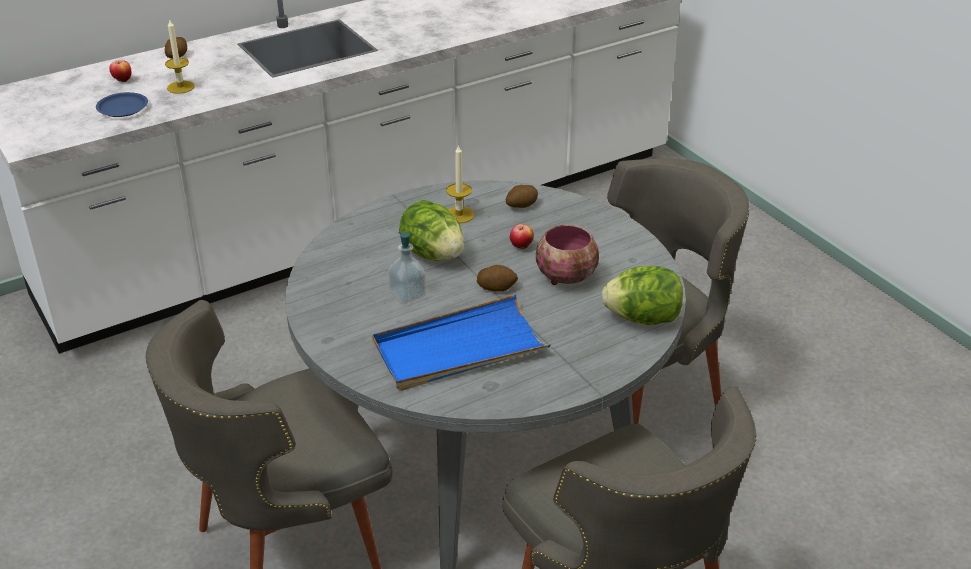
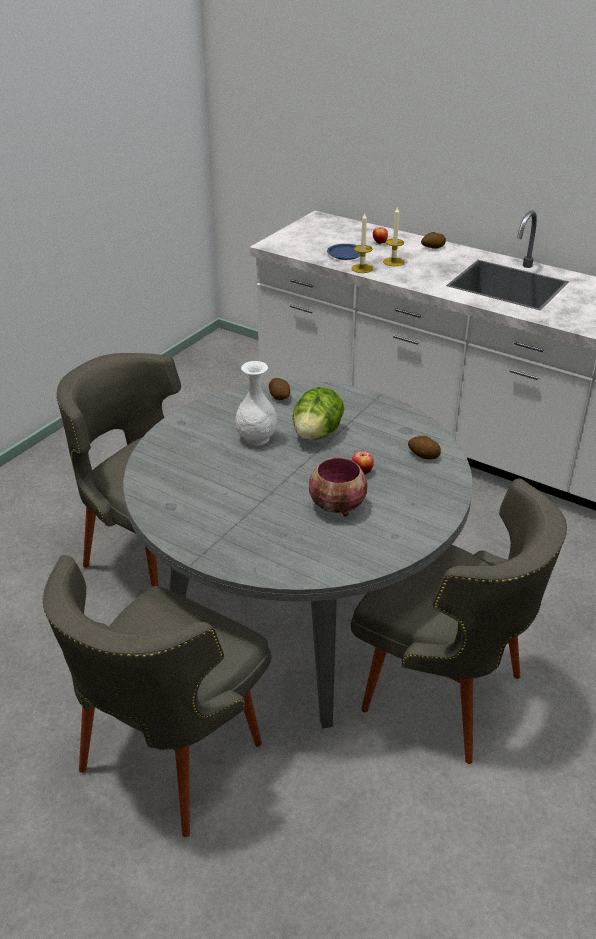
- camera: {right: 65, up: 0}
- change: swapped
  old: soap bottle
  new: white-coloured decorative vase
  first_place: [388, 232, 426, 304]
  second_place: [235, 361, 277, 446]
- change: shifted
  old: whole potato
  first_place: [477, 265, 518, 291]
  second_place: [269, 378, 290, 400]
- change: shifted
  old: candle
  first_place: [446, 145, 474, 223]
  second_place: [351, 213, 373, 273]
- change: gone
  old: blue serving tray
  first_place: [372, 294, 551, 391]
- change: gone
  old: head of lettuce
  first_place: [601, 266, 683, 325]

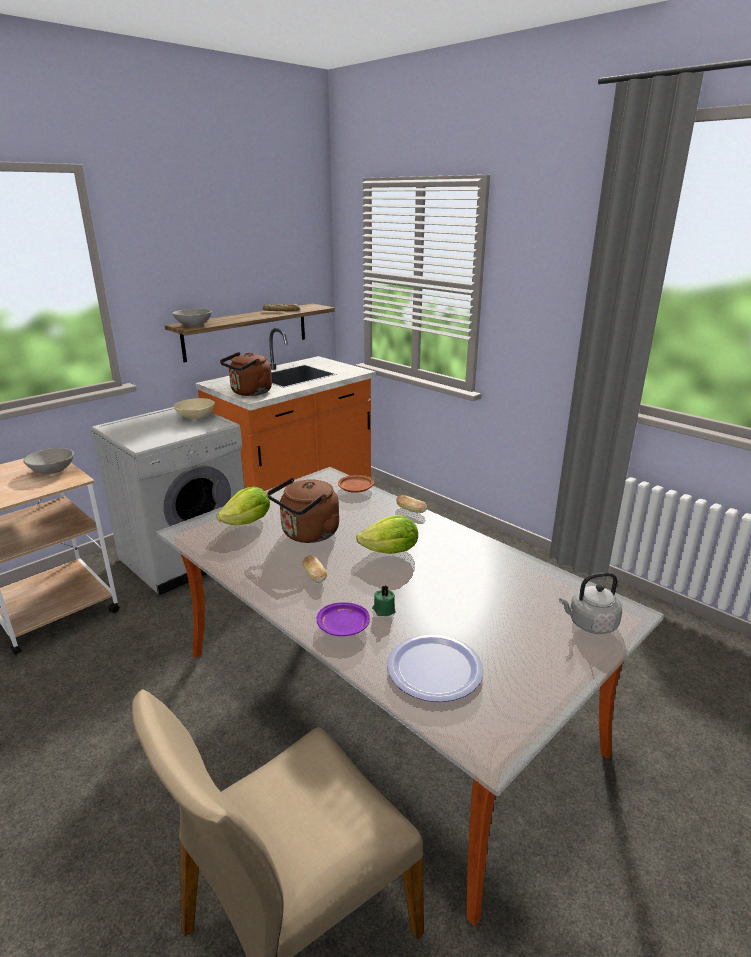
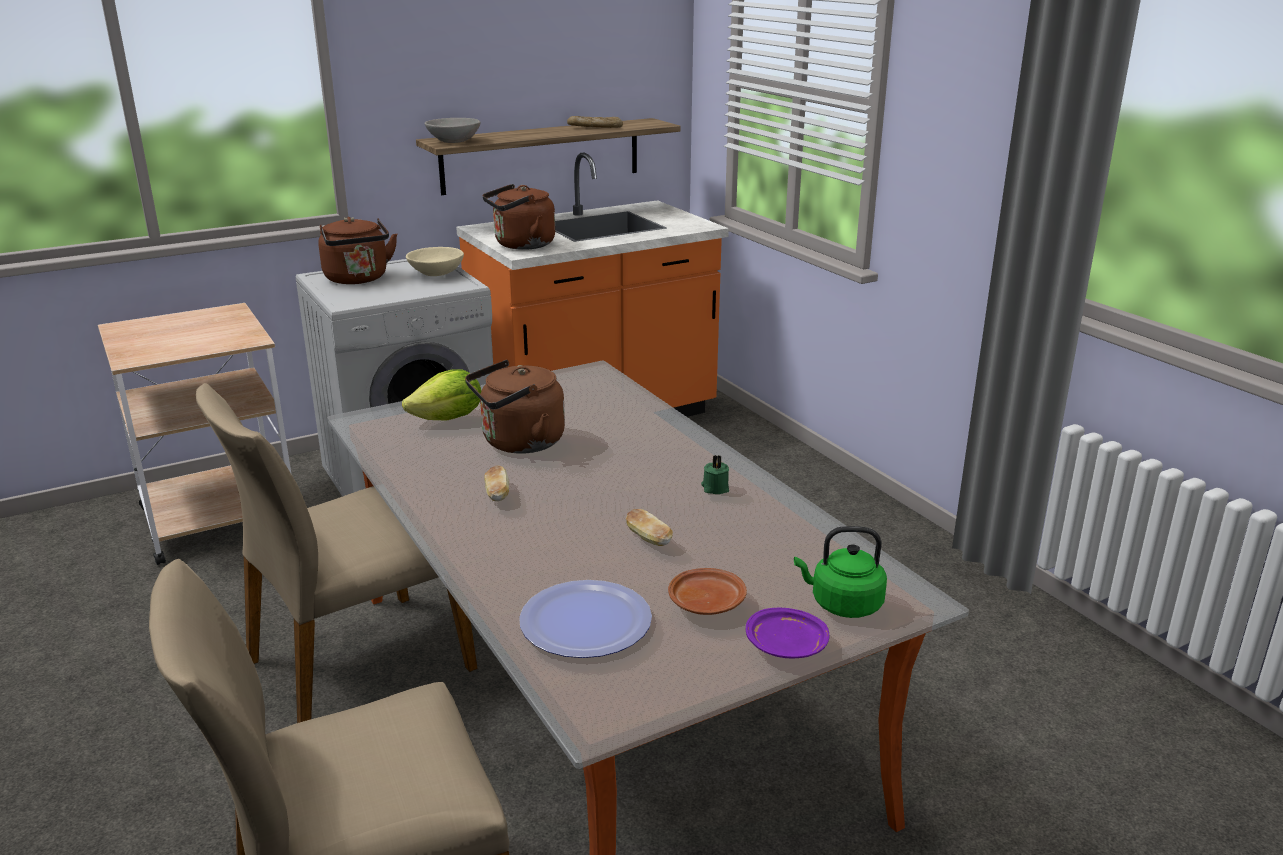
- camera: {right: 15, up: 0}
- change: new
  new: sand-coloured upright chair
  second_place: [196, 383, 478, 723]
- change: new
  new: brownish kettle
  second_place: [318, 217, 397, 284]
- change: shifted
  old: bakery bread
  first_place: [396, 495, 427, 513]
  second_place: [626, 509, 673, 546]
- change: shifted
  old: brownish dinner plate
  first_place: [338, 475, 374, 493]
  second_place: [668, 568, 747, 615]
- change: shifted
  old: green-coloured candle
  first_place: [372, 586, 396, 616]
  second_place: [701, 455, 729, 494]
- change: shifted
  old: purplish dinner plate
  first_place: [317, 602, 370, 636]
  second_place: [746, 608, 829, 658]
- change: repainted
  old: grey kettle
  new: green-coloured kettle
  first_place: [559, 572, 622, 634]
  second_place: [794, 526, 887, 618]
- change: gone
  old: grey deep dish
  first_place: [23, 448, 74, 474]
- change: gone
  old: head of lettuce
  first_place: [356, 515, 418, 554]

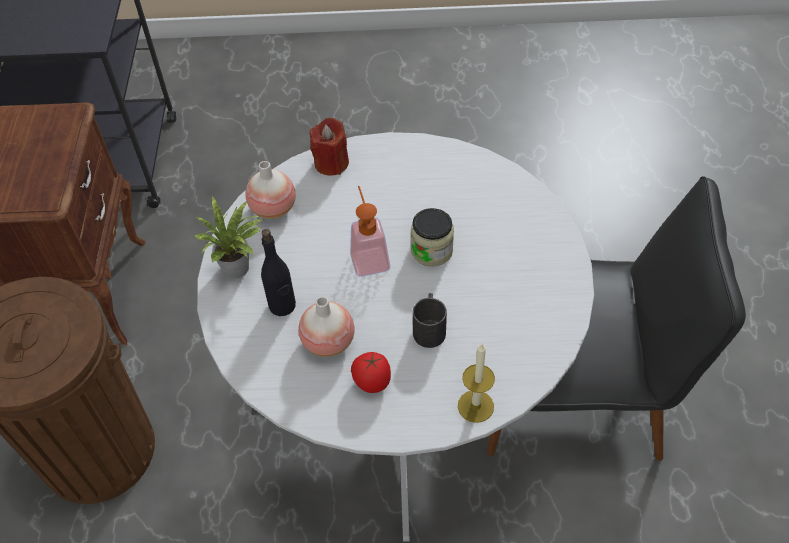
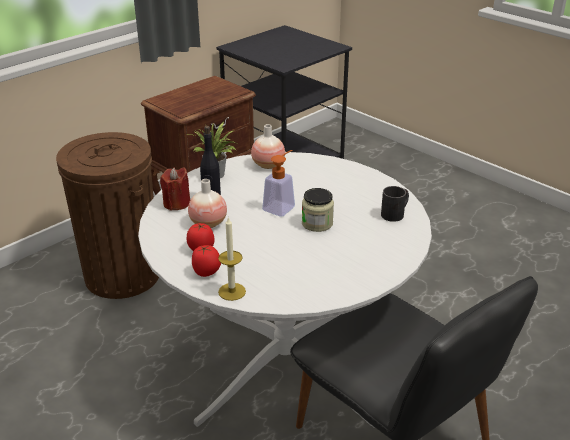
- camera: {right: 45, up: -20}
- change: shifted
  old: red-coloured candle
  first_place: [309, 118, 349, 175]
  second_place: [160, 167, 190, 211]
- change: new
  new: whole tomato
  second_place: [192, 245, 221, 277]
- change: shifted
  old: black-coloured tea mug
  first_place: [413, 293, 447, 348]
  second_place: [381, 186, 409, 222]

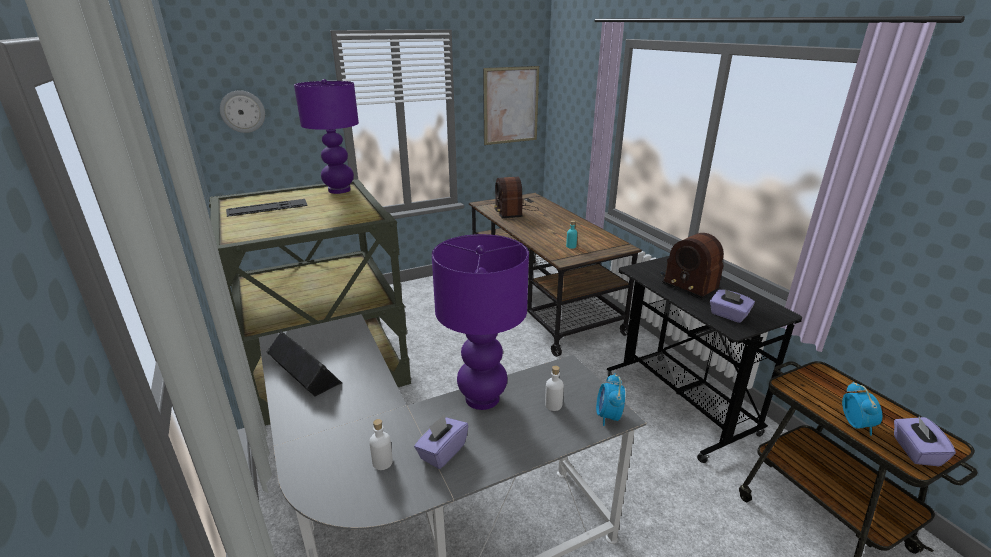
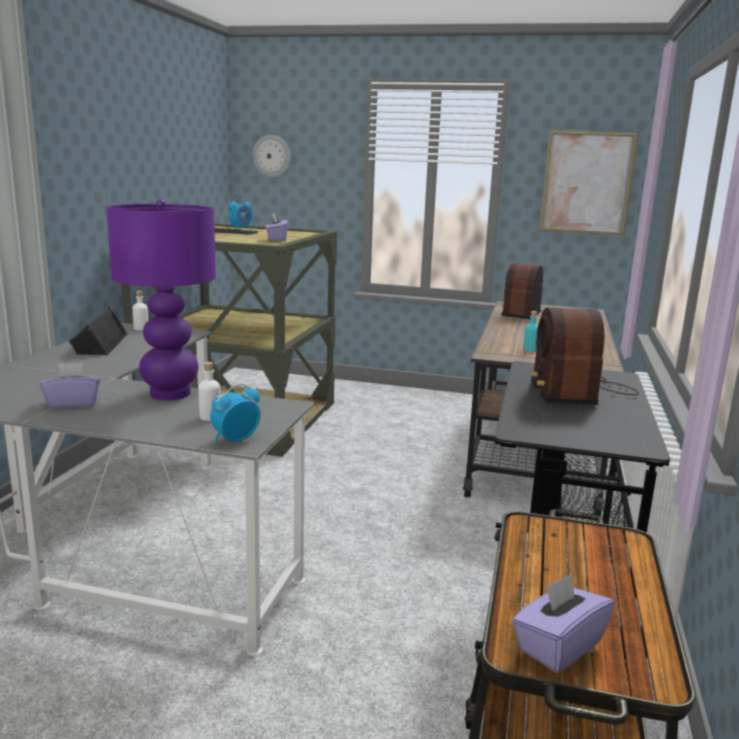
- camera: {right: 40, up: -10}
- change: shifted
  old: white-coloured bottle
  first_place: [369, 419, 393, 470]
  second_place: [133, 291, 148, 331]
- change: shifted
  old: alarm clock
  first_place: [842, 382, 882, 436]
  second_place: [228, 197, 253, 229]
- change: shifted
  old: purplish tissue holder
  first_place: [710, 289, 755, 323]
  second_place: [266, 214, 288, 241]
- change: gone
  old: purplish table lamp
  first_place: [294, 79, 359, 194]

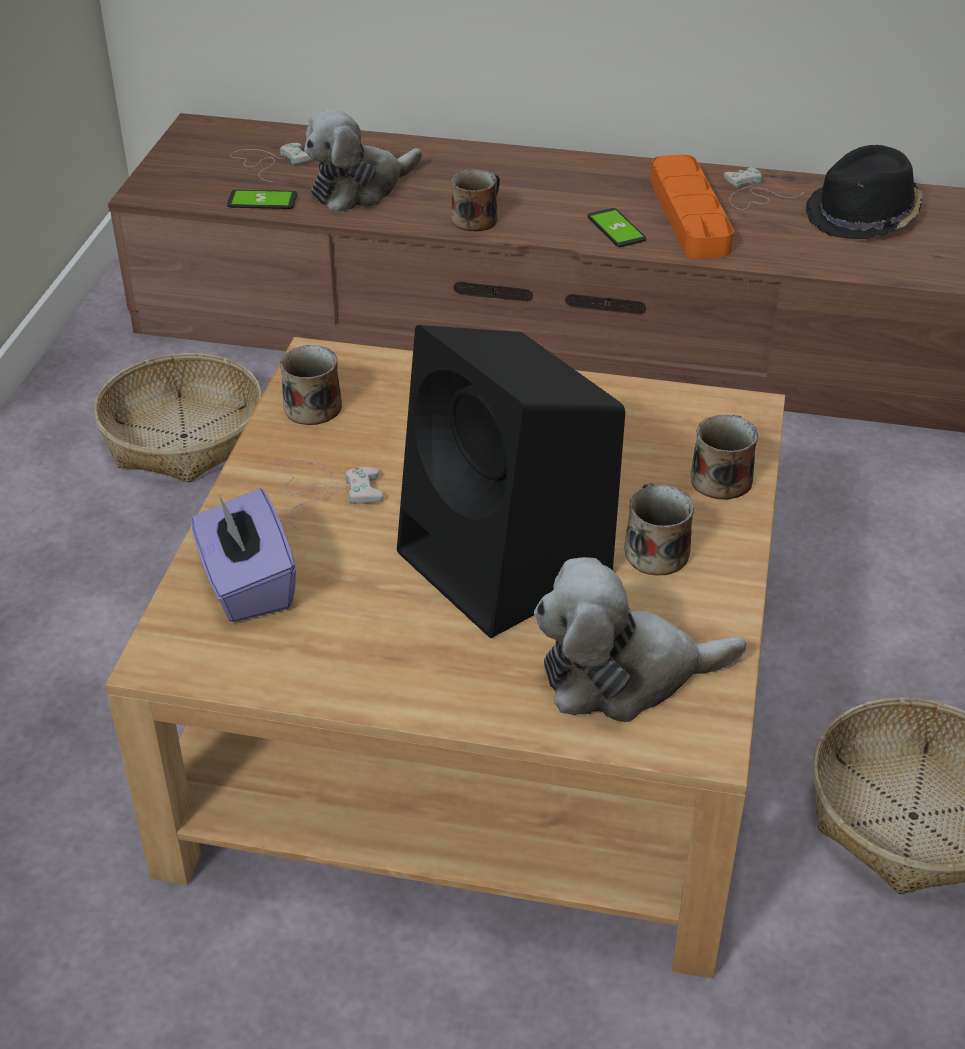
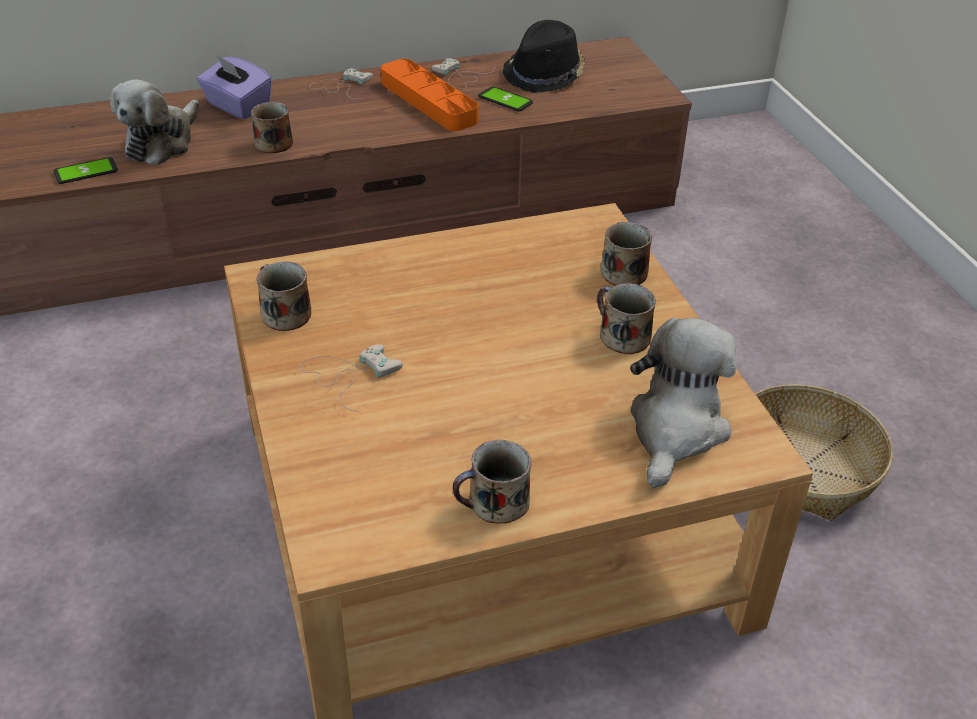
- camera: {right: -30, up: 0}
- change: shifted
  old: purplish tissue holder
  first_place: [191, 488, 296, 622]
  second_place: [197, 55, 272, 120]
- change: shifted
  old: white-coloured game controller
  first_place: [230, 143, 313, 182]
  second_place: [309, 68, 373, 99]
- change: new
  new: tea mug
  second_place: [453, 439, 532, 524]
- change: shifted
  old: telephone
  first_place: [587, 208, 646, 247]
  second_place: [478, 86, 533, 112]
- change: rotated
  old: soft toy
  first_place: [534, 557, 747, 722]
  second_place: [630, 318, 736, 488]
  degrees: 150
- change: gone
  old: household basket
  first_place: [94, 353, 262, 482]
- change: gone
  old: black-coloured loudspeaker
  first_place: [397, 325, 625, 638]

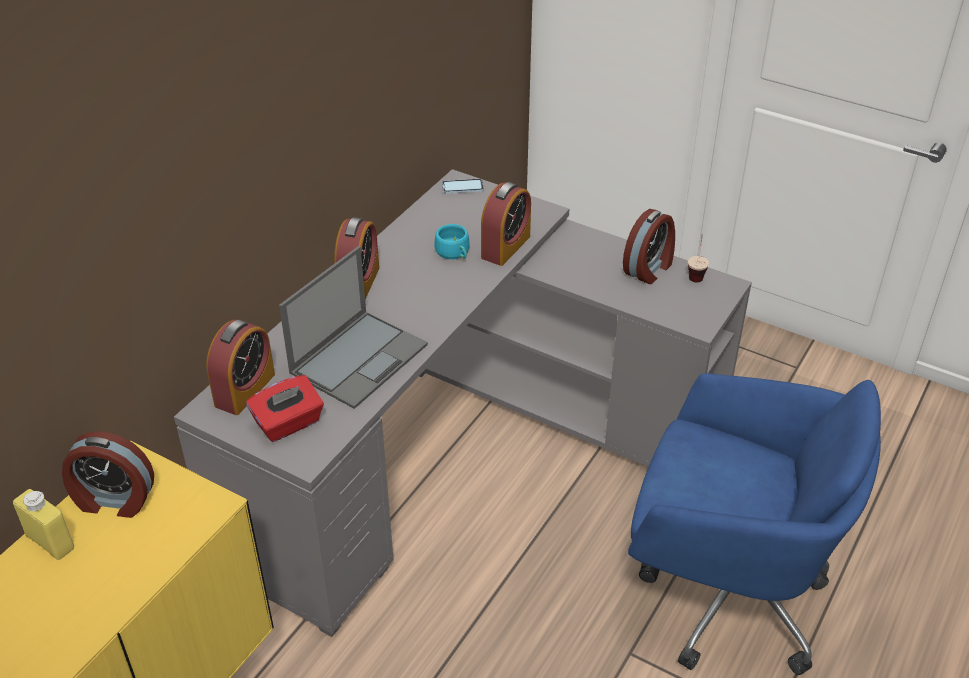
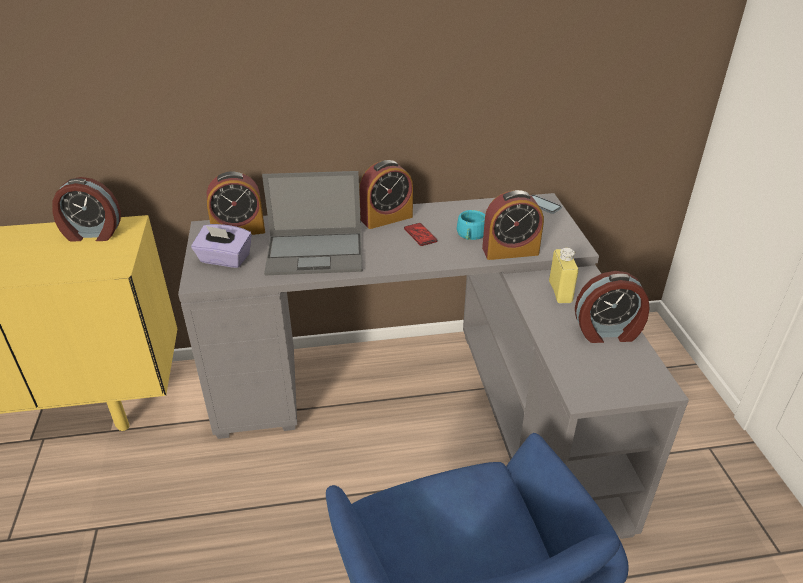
- camera: {right: 50, up: -5}
- change: rotated
  old: alarm clock
  first_place: [62, 431, 154, 518]
  second_place: [52, 177, 121, 241]
  degrees: -60
- change: repainted
  old: red-coloured tissue holder
  new: purplish tissue holder
  first_place: [246, 375, 324, 442]
  second_place: [191, 224, 252, 268]
- change: new
  new: telephone
  second_place: [404, 223, 437, 246]
- change: shifted
  old: yellowish bottle
  first_place: [13, 489, 74, 560]
  second_place: [549, 248, 579, 303]
- change: gone
  old: drinking cup
  first_place: [688, 234, 709, 283]

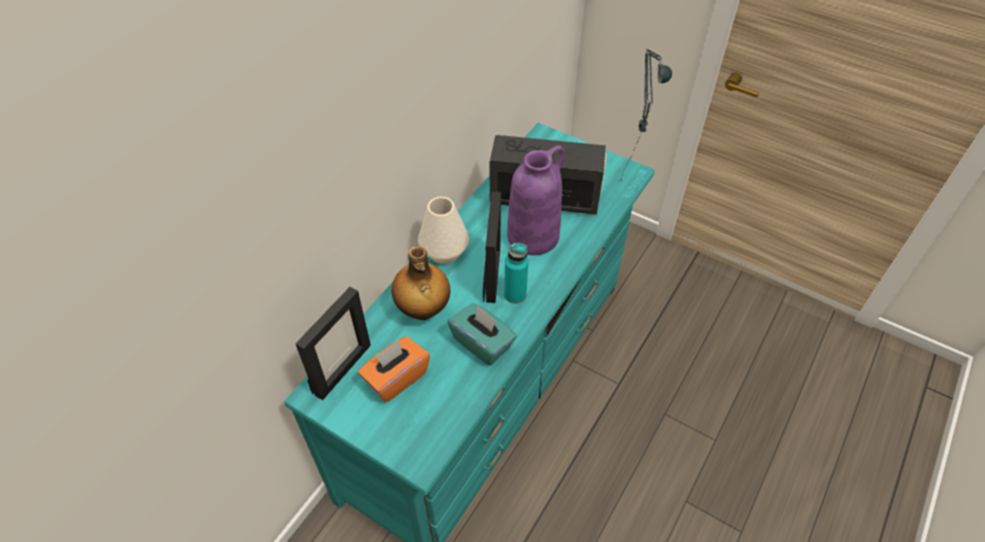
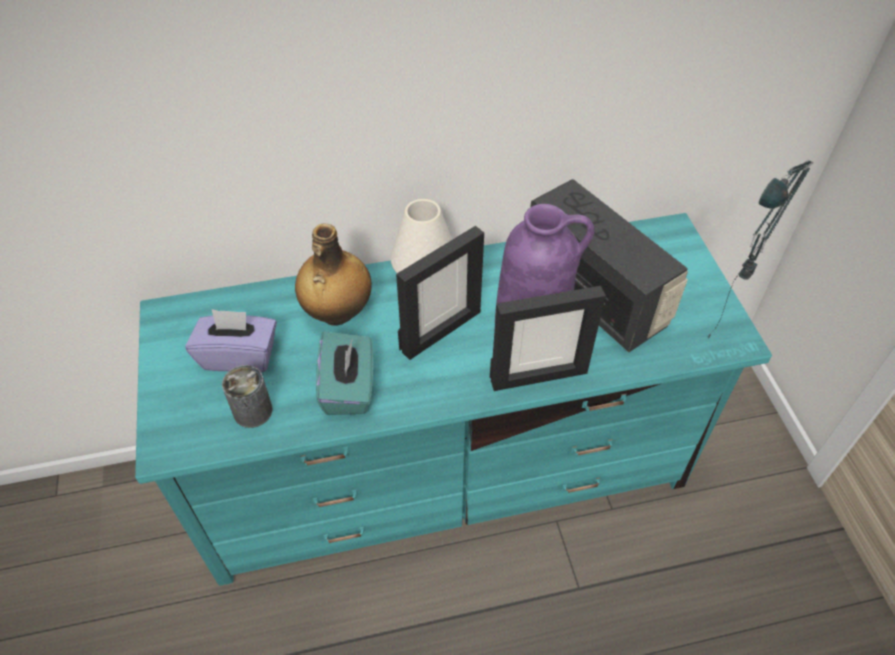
- camera: {right: 45, up: 0}
- change: repainted
  old: orange tissue holder
  new: purplish tissue holder
  first_place: [358, 336, 430, 402]
  second_place: [185, 309, 277, 372]
- change: new
  new: metal can
  second_place: [222, 365, 273, 428]
- change: shifted
  old: picture frame
  first_place: [295, 287, 371, 400]
  second_place: [490, 286, 606, 391]
- change: gone
  old: turquoise bottle
  first_place: [504, 243, 528, 304]

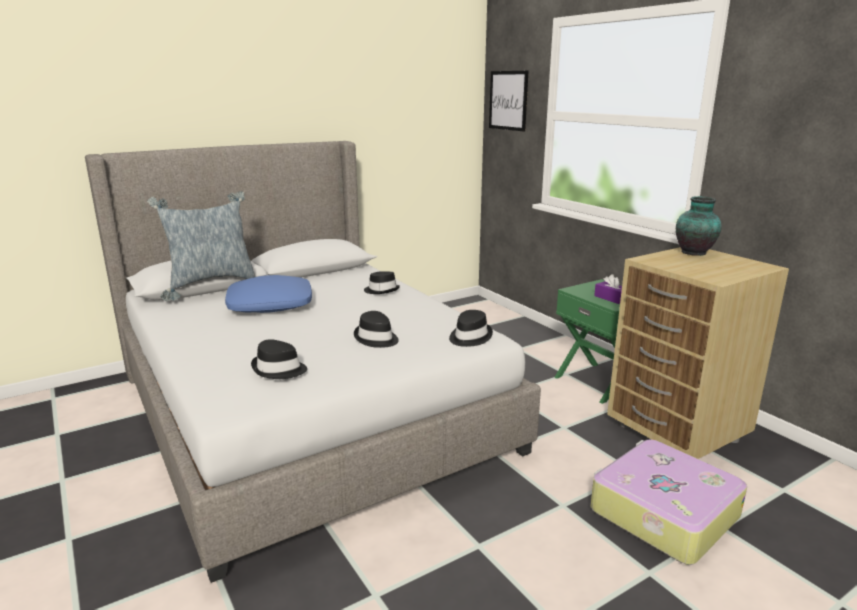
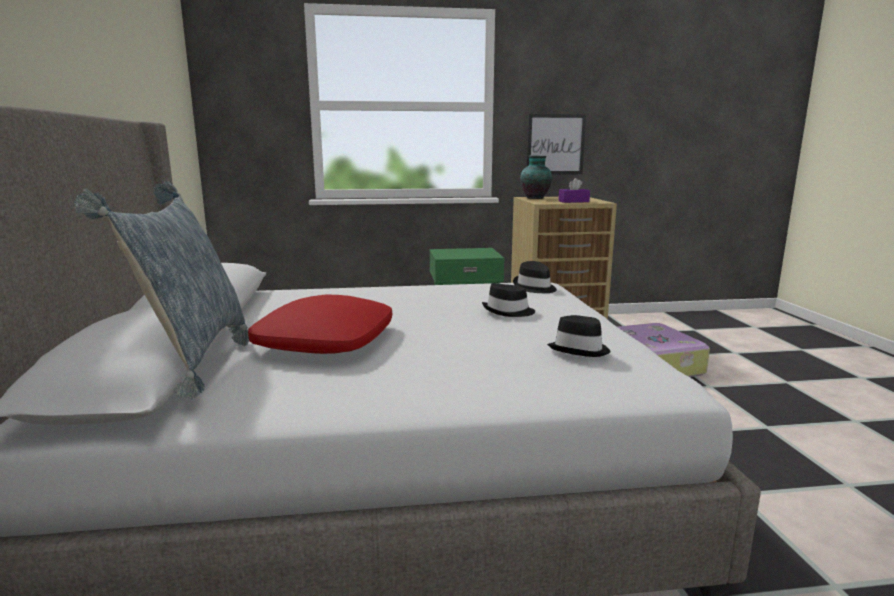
- camera: {right: -65, up: -5}
- change: repainted
  old: blue cushion
  new: red-coloured cushion
  first_place: [225, 275, 312, 313]
  second_place: [248, 294, 392, 354]
- change: shifted
  old: picture
  first_place: [489, 71, 528, 131]
  second_place: [527, 114, 586, 175]
- change: shifted
  old: purplish tissue holder
  first_place: [594, 274, 622, 304]
  second_place: [558, 178, 590, 203]
- change: gone
  old: black-coloured hat
  first_place: [364, 271, 400, 294]

